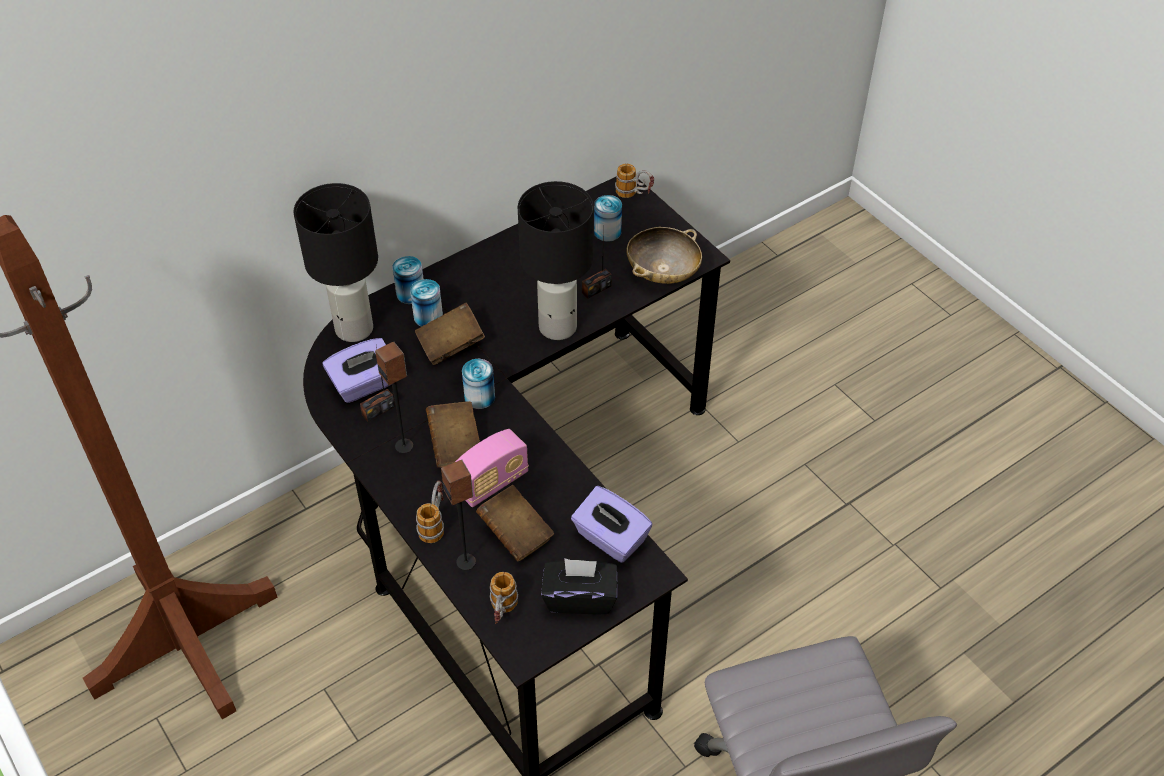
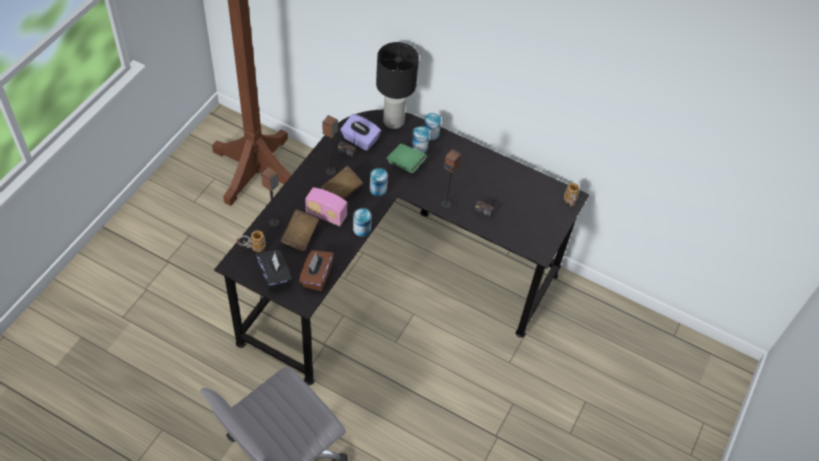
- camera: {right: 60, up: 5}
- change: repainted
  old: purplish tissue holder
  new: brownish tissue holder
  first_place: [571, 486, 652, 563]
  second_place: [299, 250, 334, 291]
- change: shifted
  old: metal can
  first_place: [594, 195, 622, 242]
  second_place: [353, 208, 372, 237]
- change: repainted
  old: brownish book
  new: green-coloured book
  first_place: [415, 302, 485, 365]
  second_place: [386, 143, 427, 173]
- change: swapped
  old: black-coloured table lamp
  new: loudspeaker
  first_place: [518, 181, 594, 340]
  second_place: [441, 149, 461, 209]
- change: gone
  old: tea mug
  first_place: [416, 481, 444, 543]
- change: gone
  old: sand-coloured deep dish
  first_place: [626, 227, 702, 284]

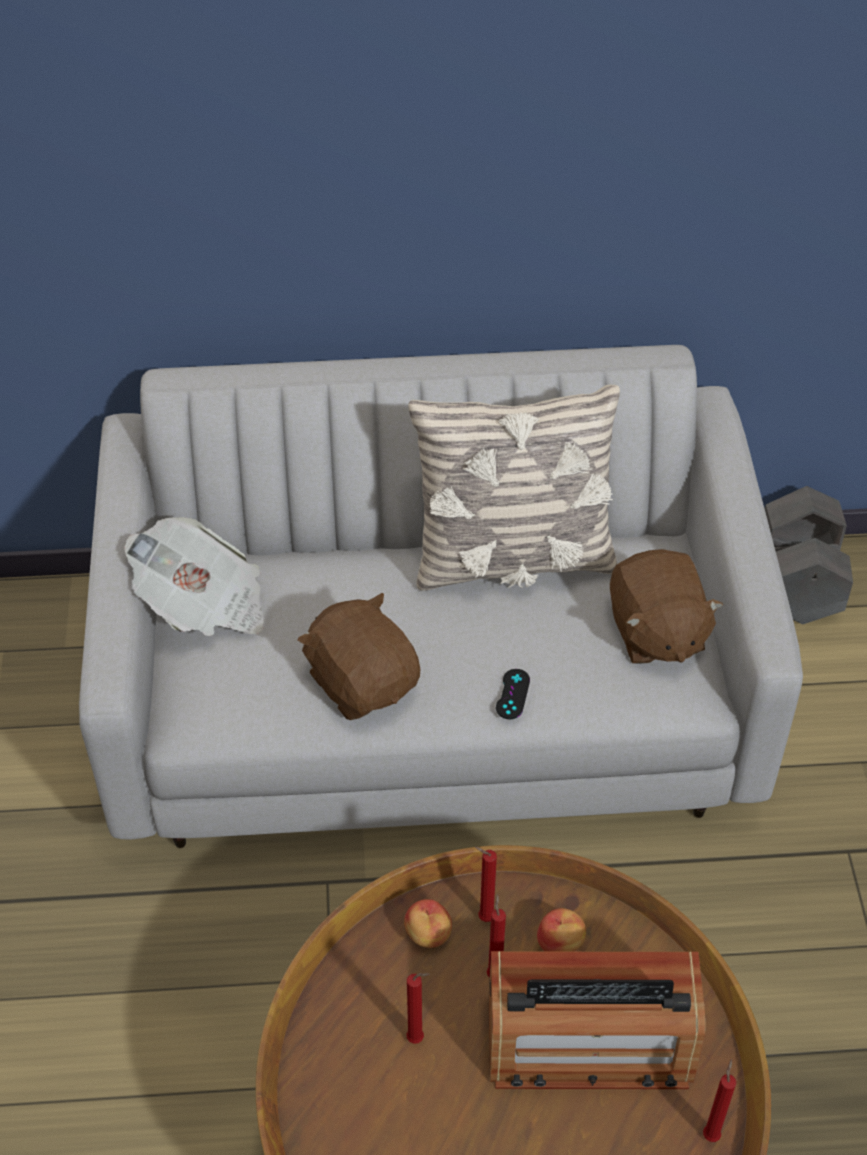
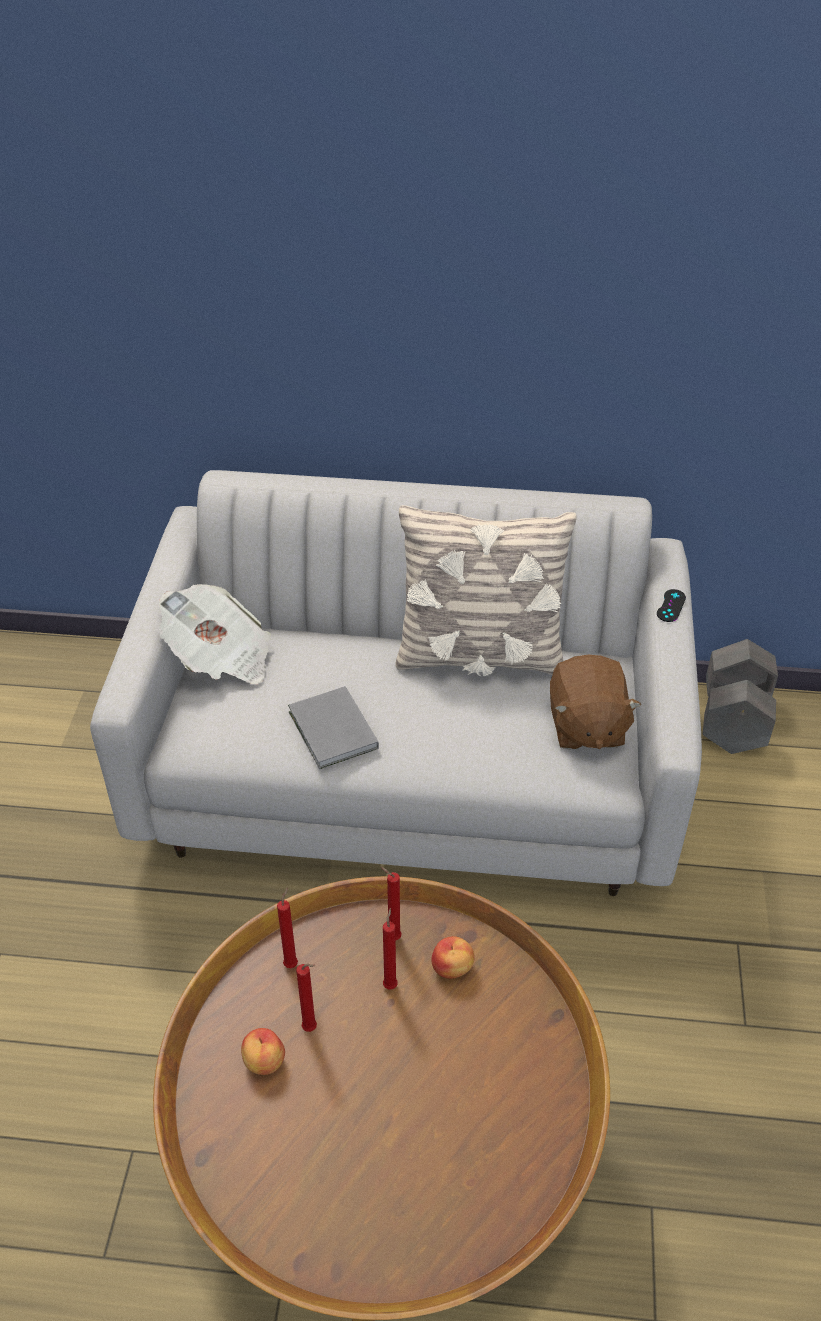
- camera: {right: 10, up: -5}
- change: shifted
  old: whole apple
  first_place: [404, 899, 452, 948]
  second_place: [241, 1028, 285, 1075]
- change: shifted
  old: red-coloured candle
  first_place: [703, 1059, 736, 1142]
  second_place: [277, 888, 298, 968]
- change: swapped
  old: brownish soft toy
  new: grey book
  first_place: [298, 593, 420, 720]
  second_place: [288, 686, 379, 769]
- change: shifted
  old: black-coloured game controller
  first_place: [496, 669, 530, 719]
  second_place: [657, 589, 686, 622]
- change: gone
  old: radio receiver
  first_place: [488, 951, 705, 1089]

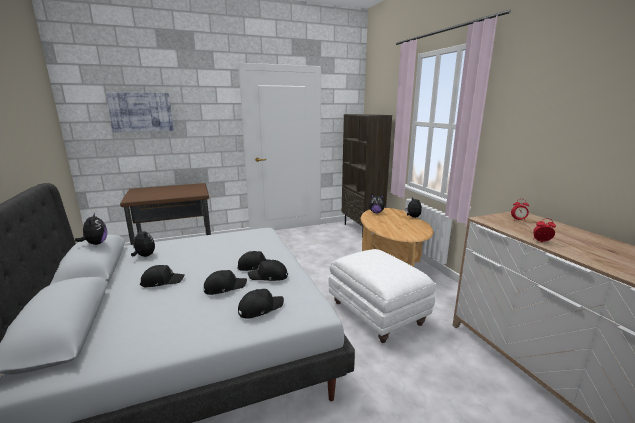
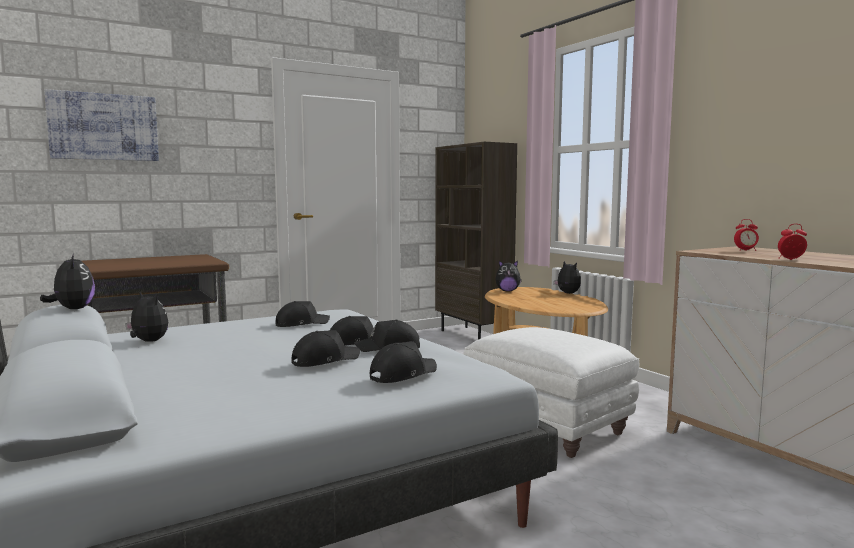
- camera: {right: -10, up: -10}
- change: shifted
  old: black-coloured peaked cap
  first_place: [140, 265, 185, 287]
  second_place: [275, 301, 330, 327]

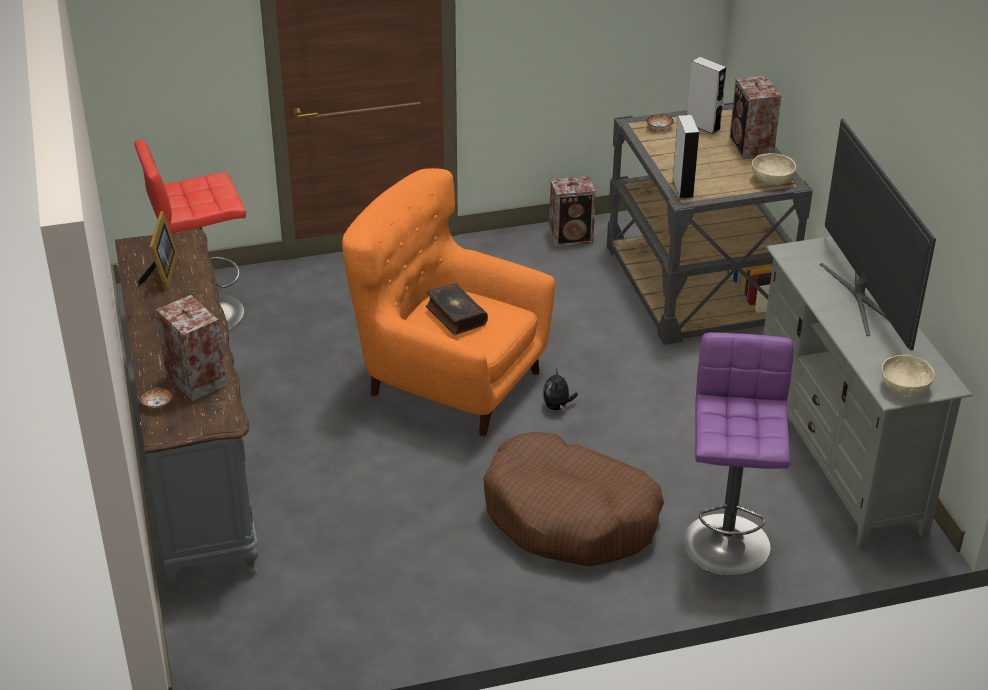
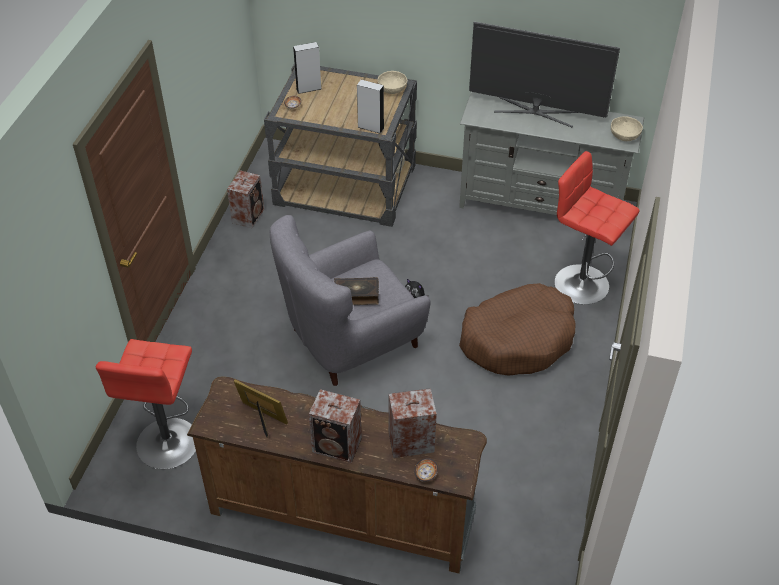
- camera: {right: -60, up: 10}
- change: repainted
  old: orange armchair
  new: grey armchair
  first_place: [342, 168, 555, 436]
  second_place: [269, 215, 430, 386]
- change: shifted
  old: loudspeaker
  first_place: [729, 76, 781, 159]
  second_place: [309, 389, 362, 463]
- change: repainted
  old: purplish stool seat
  new: red-coloured stool seat
  first_place: [683, 332, 794, 576]
  second_place: [555, 151, 640, 304]

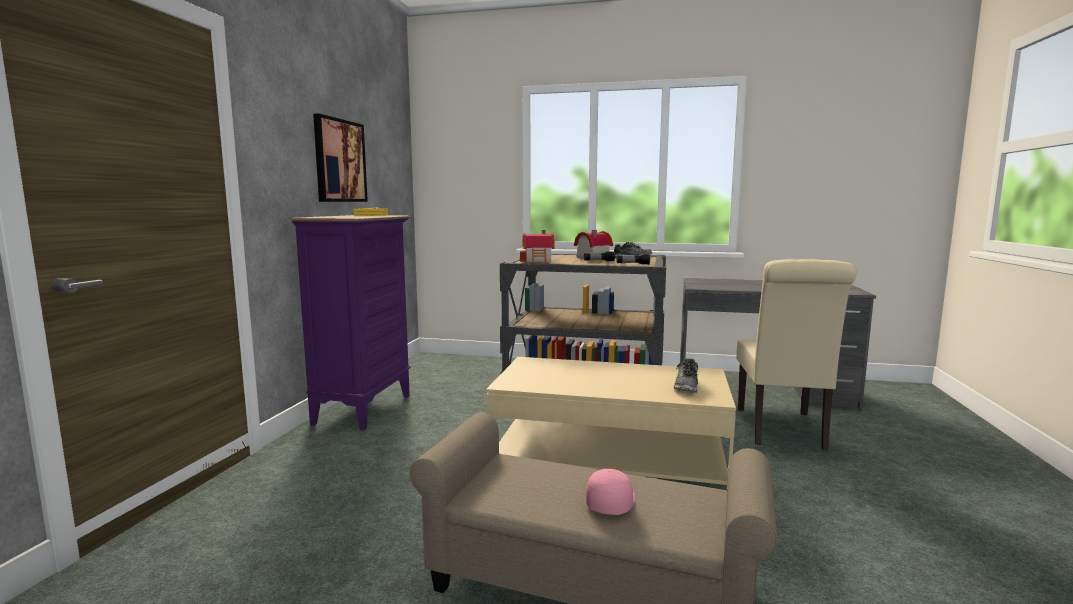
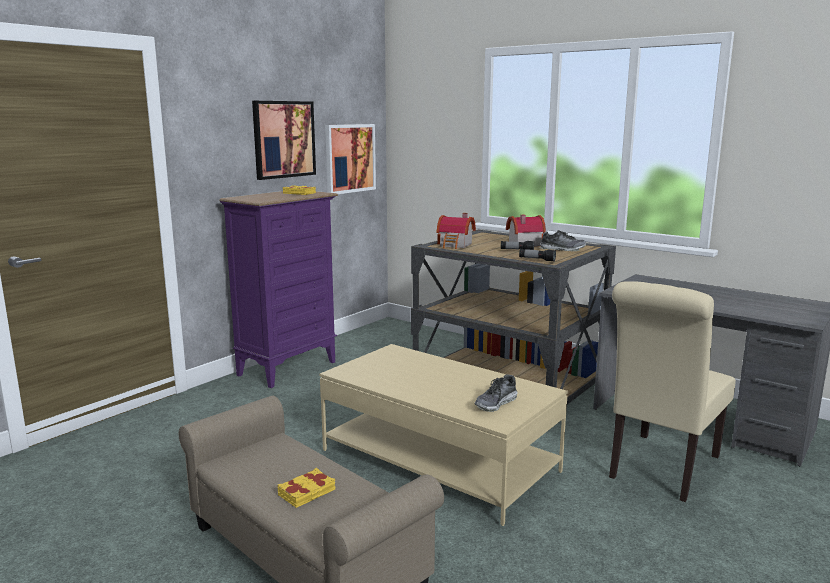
- camera: {right: 25, up: 5}
- change: swapped
  old: pinkish peaked cap
  new: yellowish book
  first_place: [586, 469, 635, 515]
  second_place: [278, 468, 335, 508]
- change: new
  new: picture
  second_place: [325, 124, 376, 194]

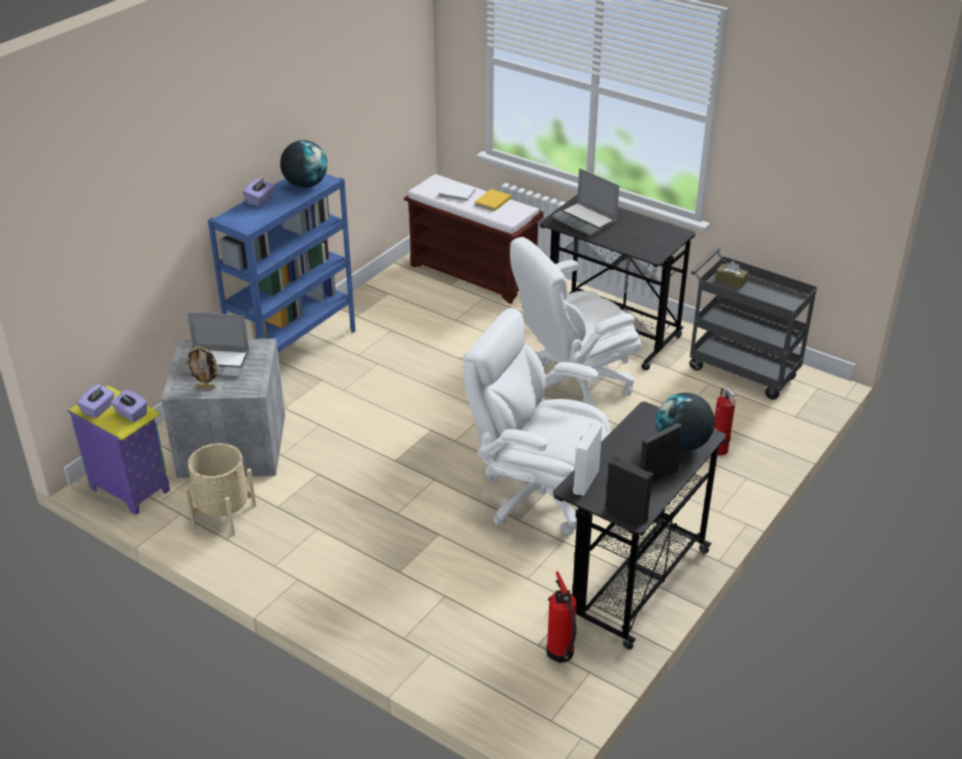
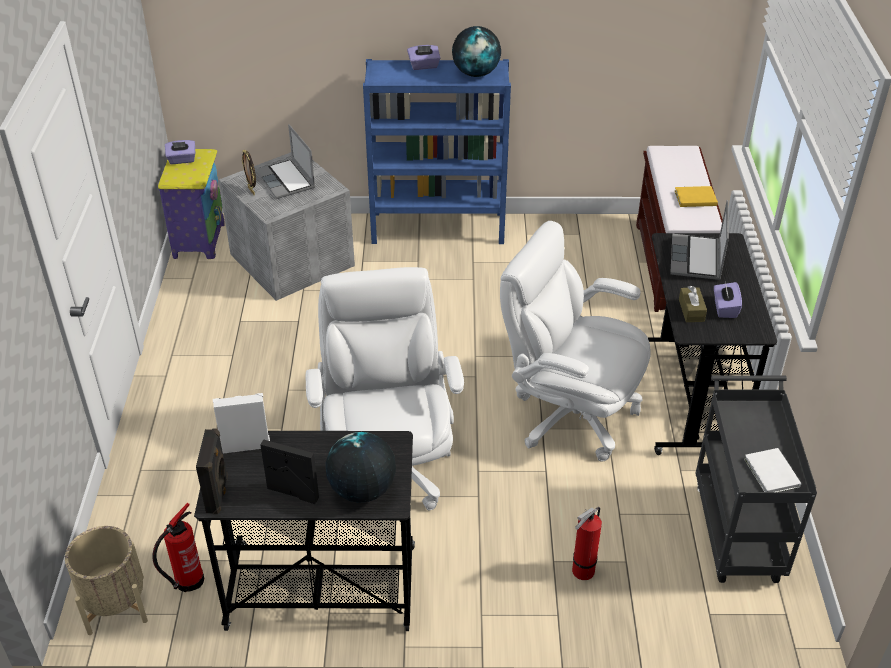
- camera: {right: 55, up: 5}
- change: shifted
  old: sand-coloured plant pot
  first_place: [185, 443, 256, 536]
  second_place: [65, 526, 148, 635]
- change: shifted
  old: brownish tissue holder
  first_place: [715, 261, 748, 288]
  second_place: [679, 286, 707, 322]
- change: shifted
  old: purplish tissue holder
  first_place: [111, 389, 147, 422]
  second_place: [714, 281, 742, 318]
- change: shifted
  old: white-coloured book
  first_place: [438, 183, 475, 202]
  second_place: [744, 448, 801, 492]

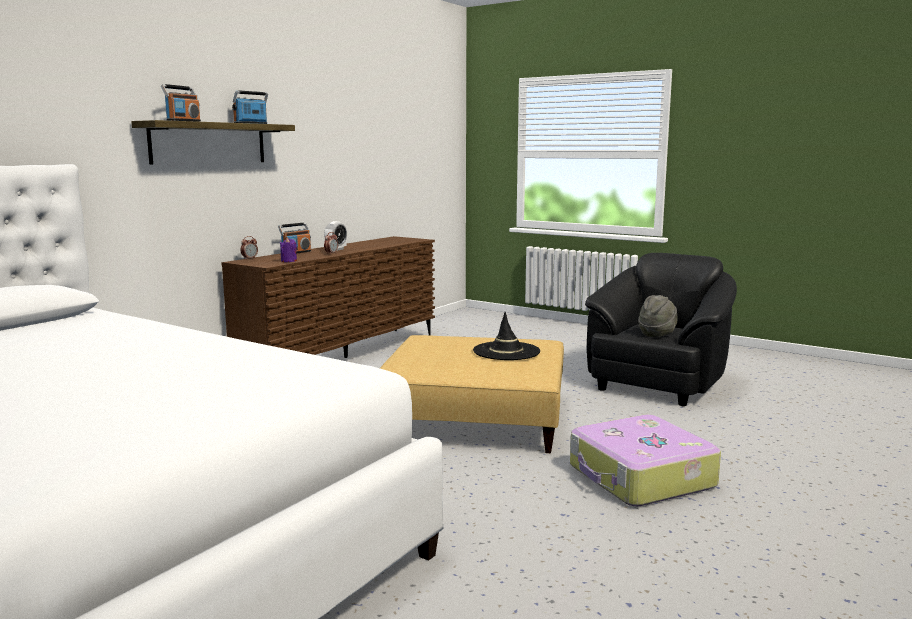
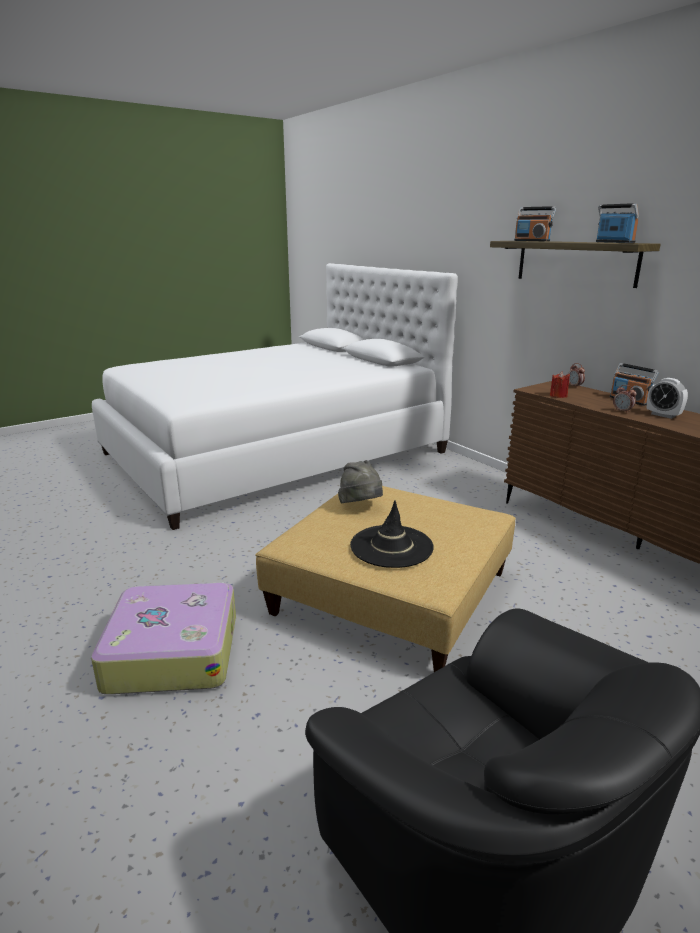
- camera: {right: 110, up: 10}
- change: shifted
  old: grey hat
  first_place: [638, 295, 677, 338]
  second_place: [338, 460, 383, 503]
- change: repainted
  old: purplish candle
  new: red-coloured candle
  first_place: [280, 238, 297, 262]
  second_place: [550, 371, 570, 398]

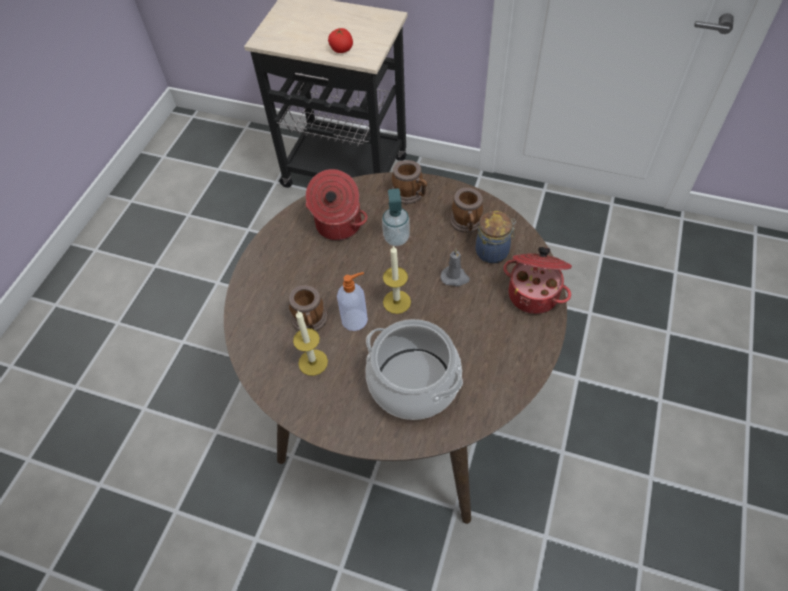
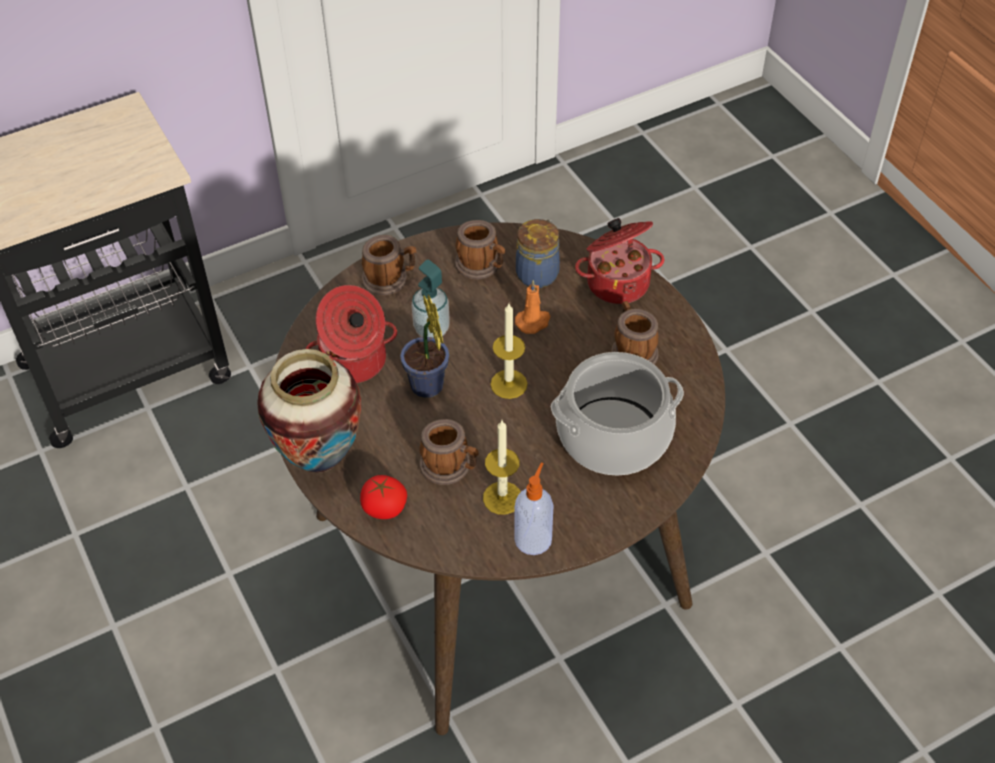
- camera: {right: -50, up: -5}
- change: new
  new: decorative vase
  second_place: [257, 349, 361, 473]
- change: shifted
  old: whole tomato
  first_place: [328, 28, 353, 53]
  second_place: [360, 475, 407, 519]
- change: new
  new: plant in a pot
  second_place: [400, 294, 449, 398]
- change: shifted
  old: soap bottle
  first_place: [337, 272, 368, 331]
  second_place: [514, 463, 553, 555]
- change: repainted
  old: grey candle
  new: orange candle
  first_place: [440, 248, 470, 287]
  second_place: [515, 280, 551, 334]
- change: new
  new: tea mug
  second_place: [611, 301, 659, 365]

